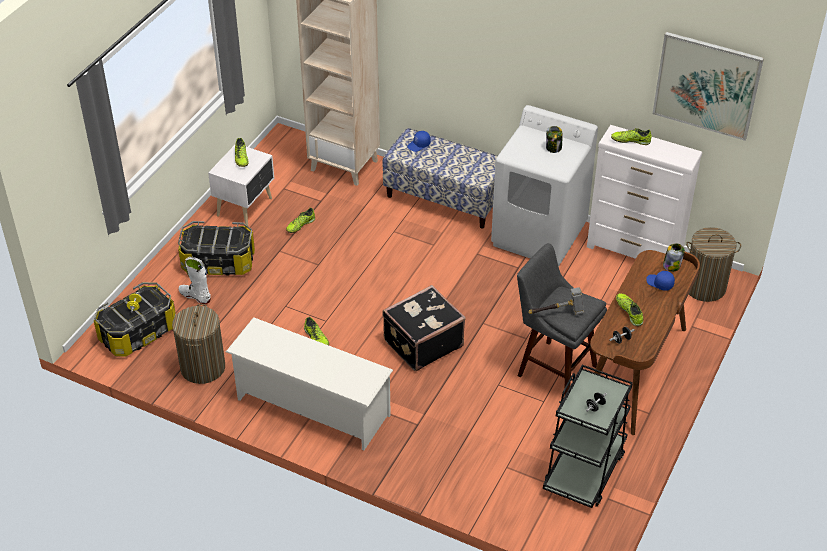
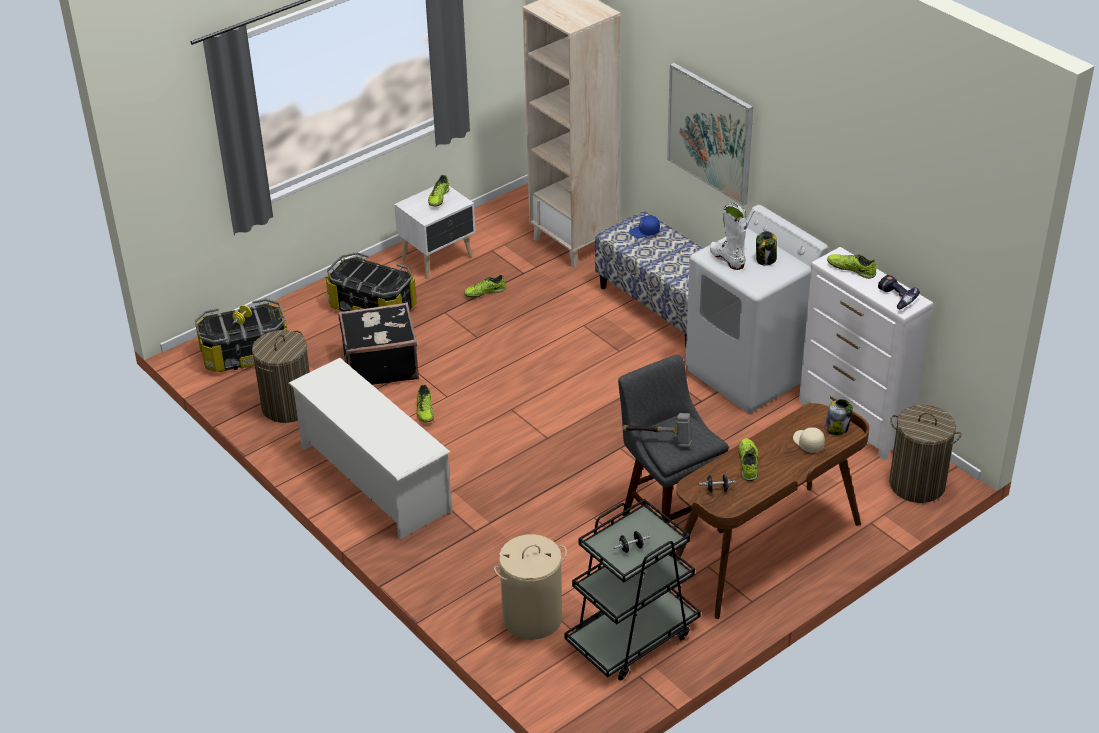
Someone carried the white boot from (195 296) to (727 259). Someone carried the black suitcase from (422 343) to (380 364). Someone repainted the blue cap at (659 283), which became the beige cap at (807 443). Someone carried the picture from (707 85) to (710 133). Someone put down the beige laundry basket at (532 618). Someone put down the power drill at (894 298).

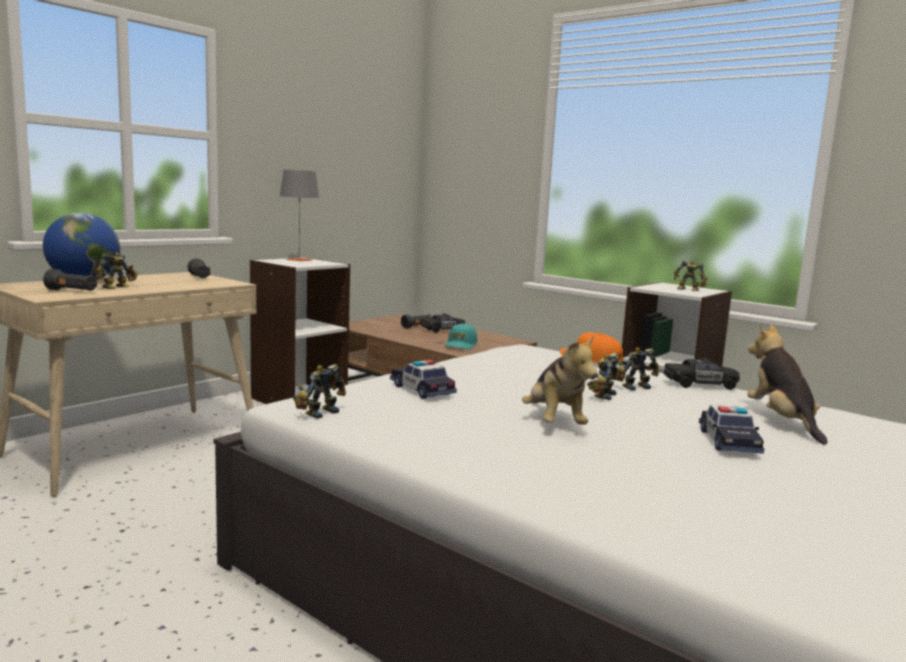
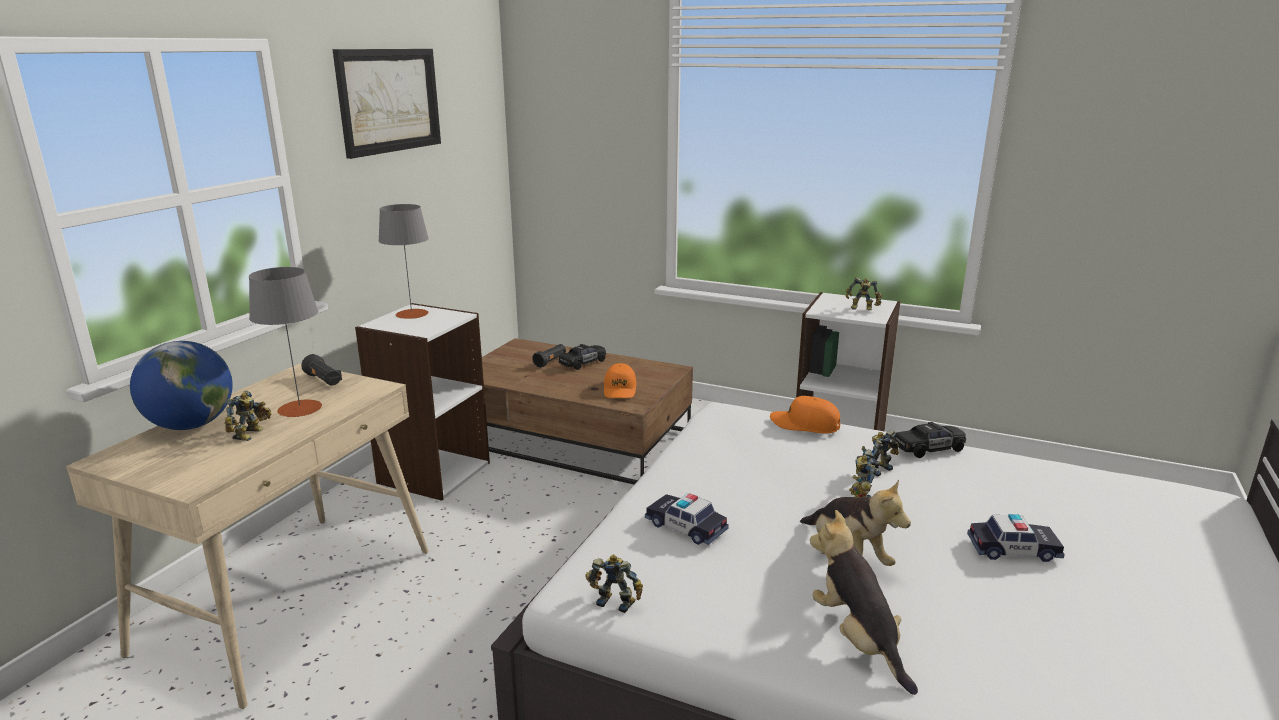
Someone took away the black flashlight at (72 291). Someone rotated the toy robot at (319 412) by 90 degrees clockwise. Someone repainted the turquoise cap at (461 345), which became the orange cap at (620 389). Someone rotated the toy car at (728 441) by 75 degrees counterclockwise. Someone carried the plush toy from (782 421) to (857 639). Someone put down the grey table lamp at (300 408). Someone put up the picture at (389 100).

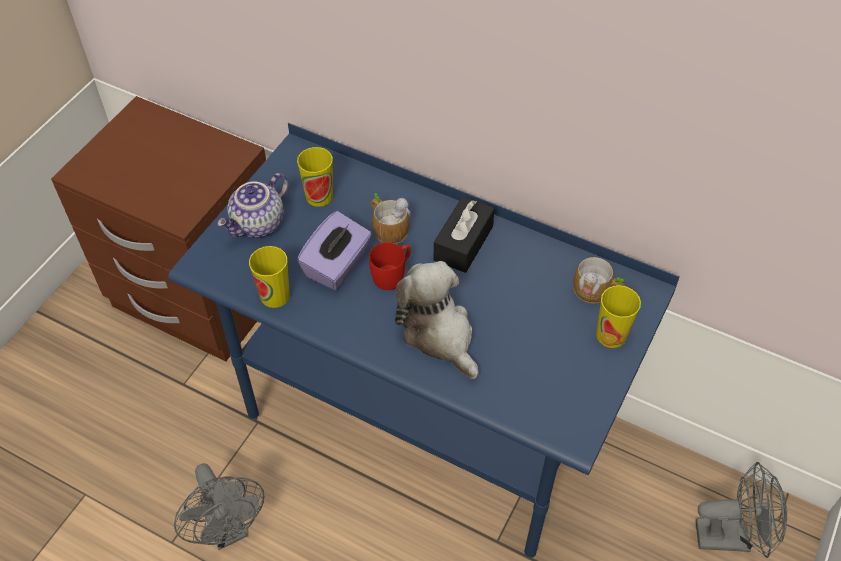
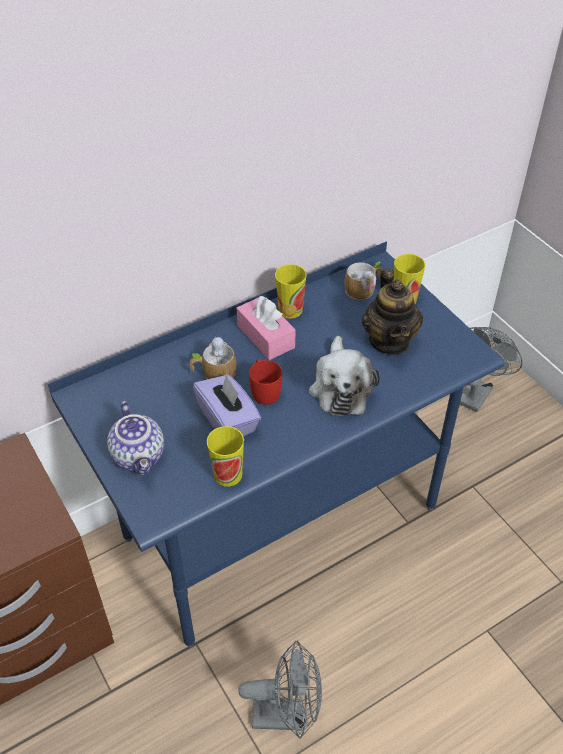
Someone carried the cup from (319 196) to (290 310). Someone rotated the plush toy at (439 333) by 90 degrees counterclockwise. Someone repainted the black tissue box at (463 243), which became the pink tissue box at (266 336). Someone put down the teapot at (390 341).

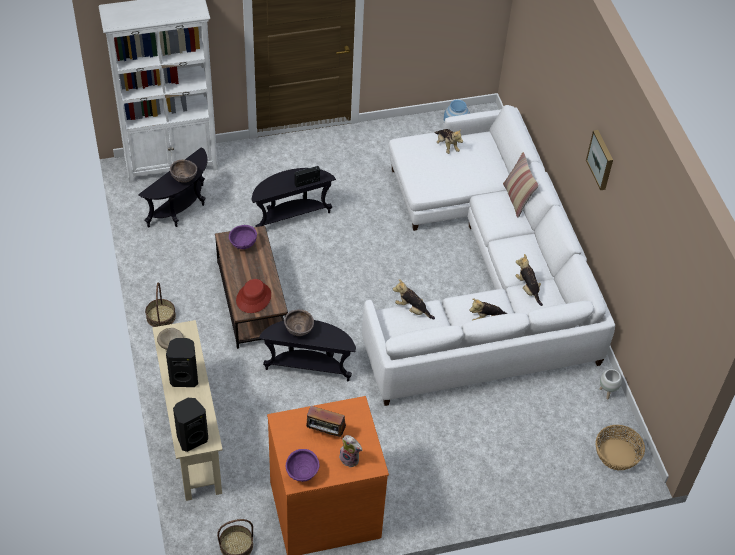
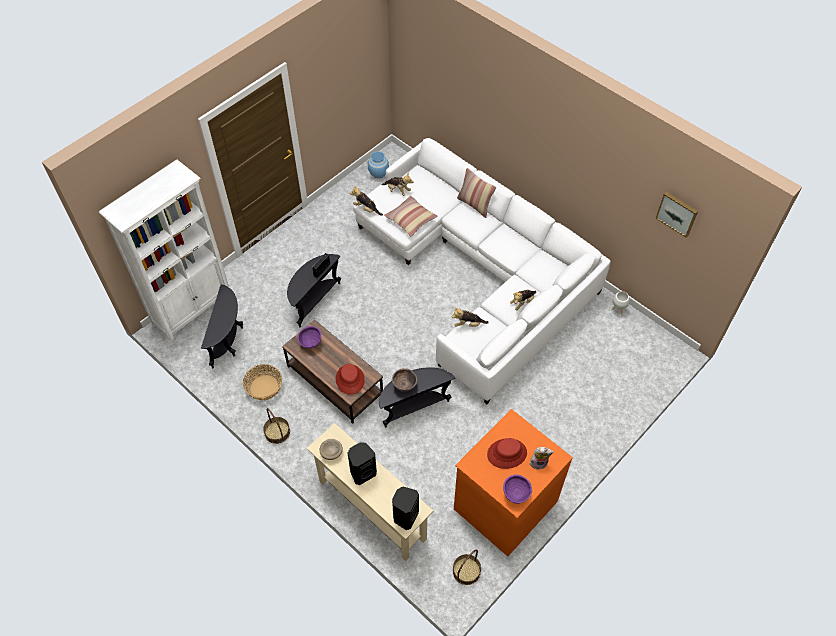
Someone took away the brown bowl at (184 179). Someone swapped the radio at (325 432) for the red hat at (506 453). Someone carried the plush toy from (528 289) to (366 209). Someone carried the picture from (601 159) to (677 213). Someone carried the basket from (617 454) to (264 387). Someone put down the pillow at (410 219).

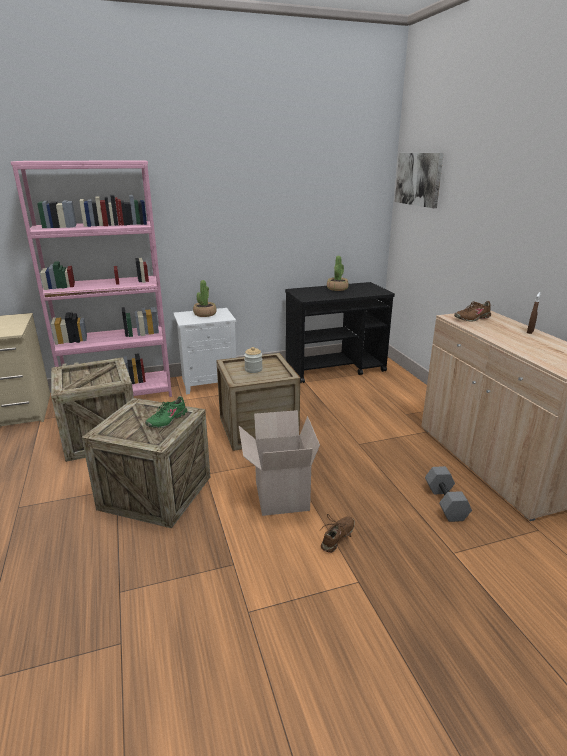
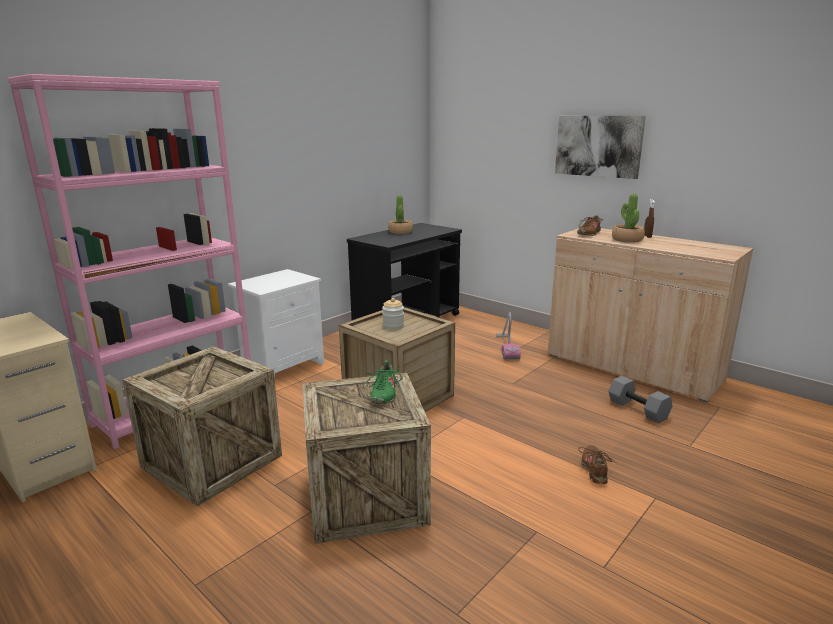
Someone carried the potted plant from (205 314) to (627 240). Someone took away the cardboard box at (279 495). Someone carried the picture from (418 179) to (598 146). Someone put down the vacuum cleaner at (507 347).

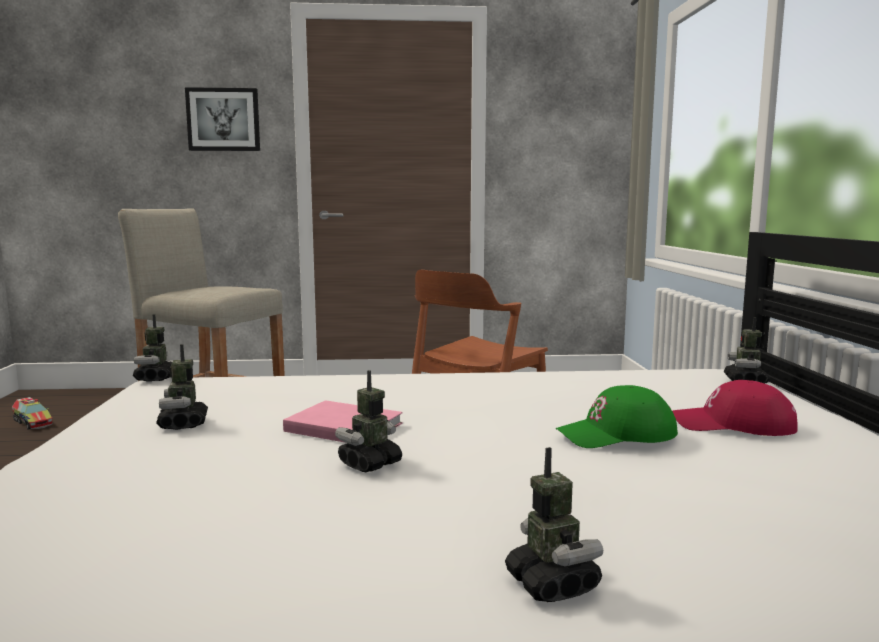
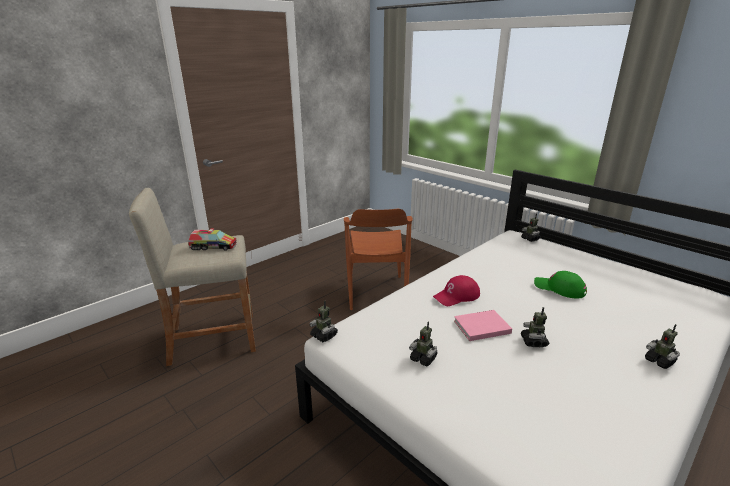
Someone carried the toy truck from (33 422) to (213 247). Someone took away the picture at (223 120). Someone rotated the toy robot at (552 584) by 150 degrees counterclockwise. Someone rotated the green cap at (617 434) by 90 degrees clockwise. Someone carried the red cap from (733 425) to (457 296).

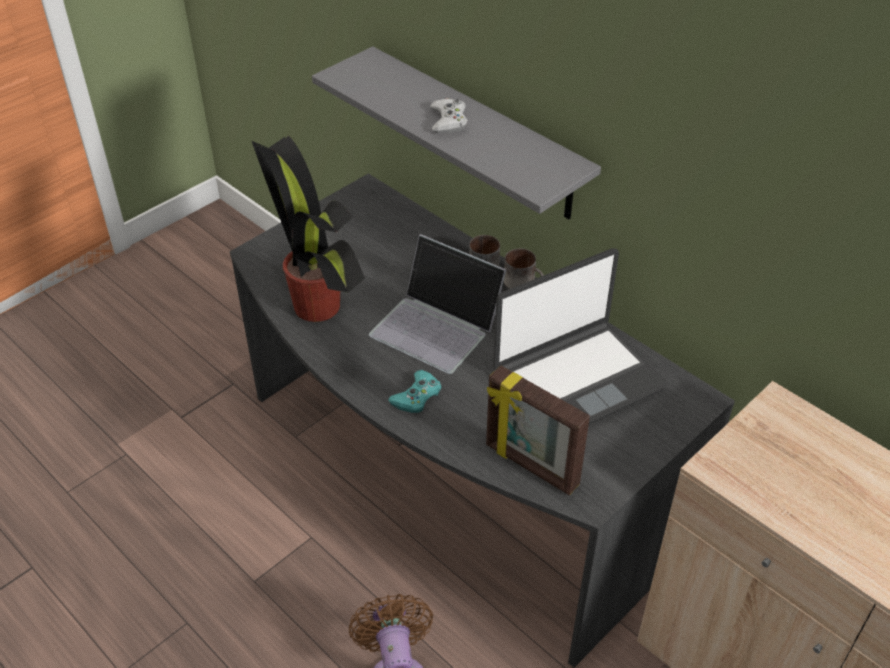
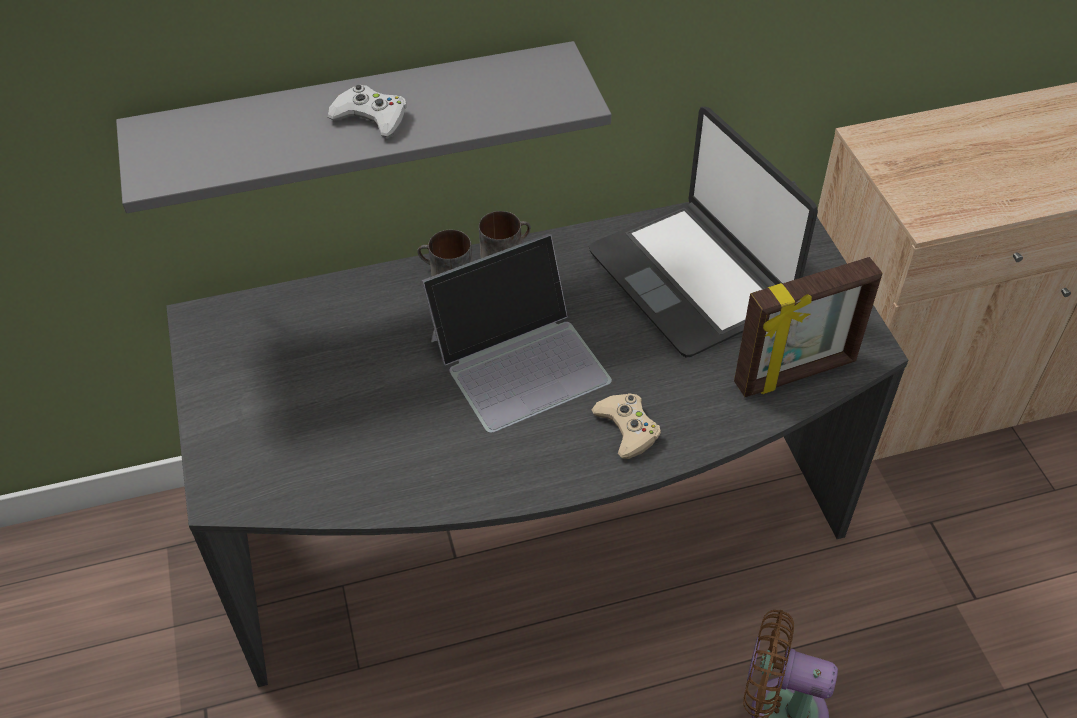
Someone took away the potted plant at (318 308). Someone repainted the turquoise game controller at (417 396), which became the beige game controller at (627 429). Someone rotated the laptop at (577 379) by 150 degrees clockwise.

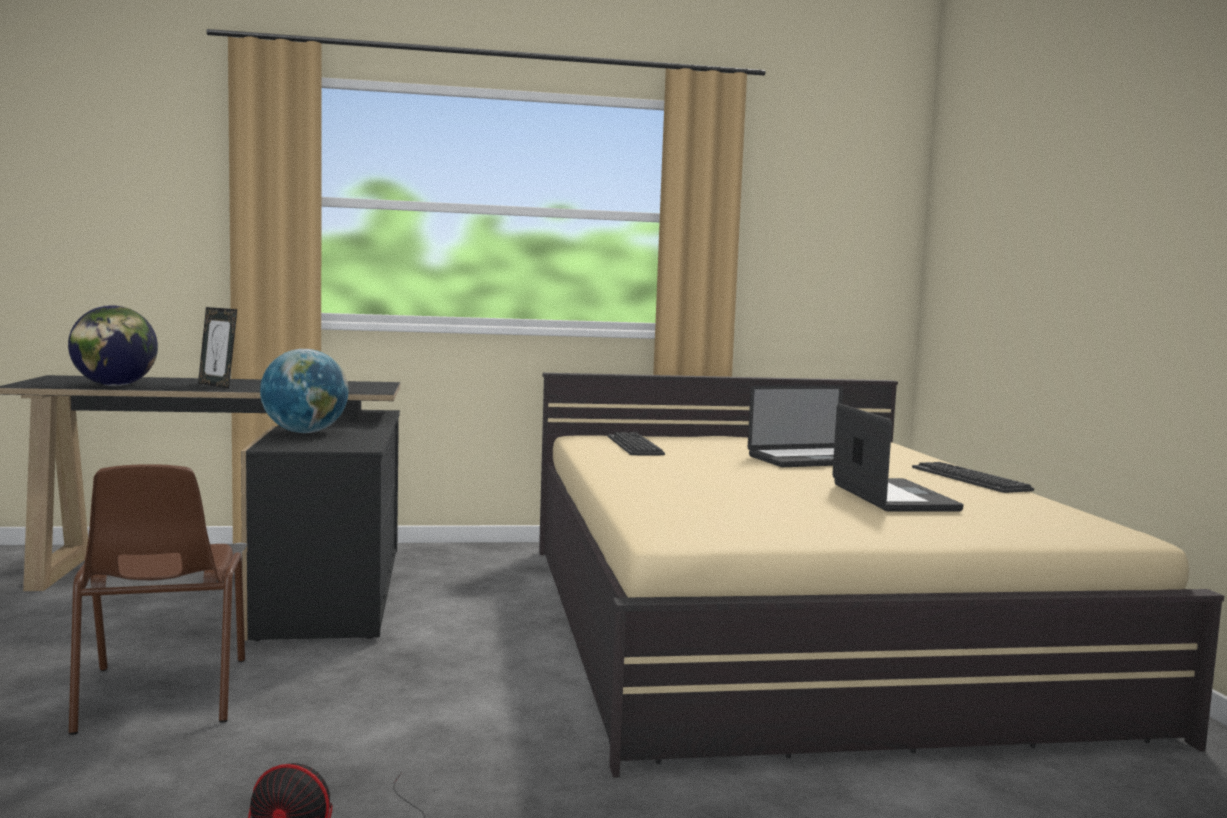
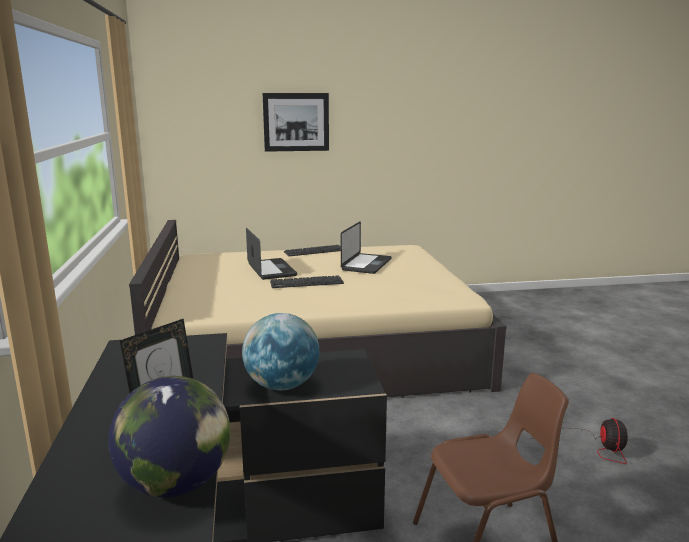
Someone carried the keyboard from (634 446) to (306 283). Someone rotated the laptop at (893 497) by 120 degrees clockwise. Someone put up the picture at (296 122).

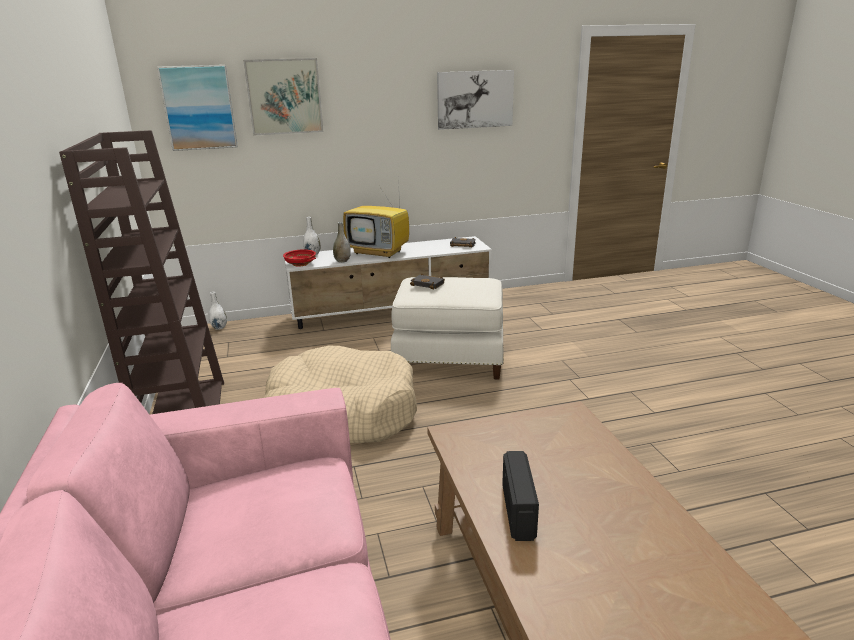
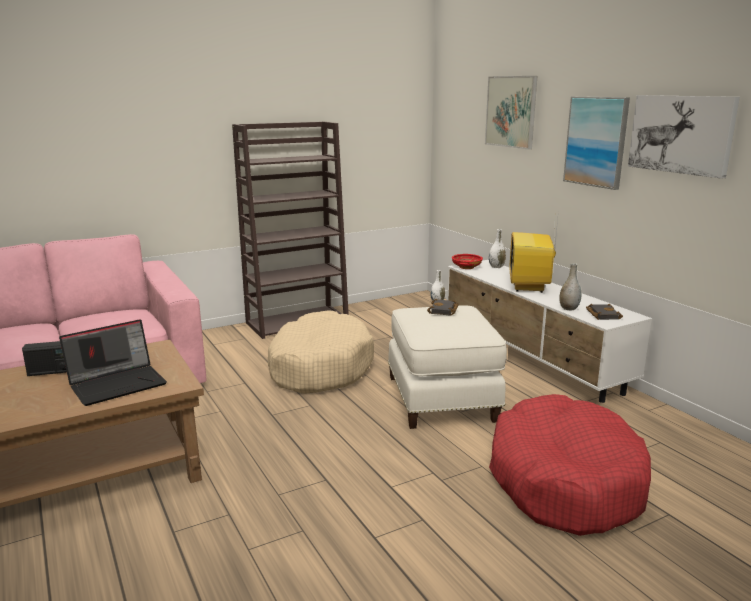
Someone carried the picture from (199 108) to (596 141). Someone carried the grey vase from (342 261) to (569 308). Someone put down the laptop at (118 383). Someone put down the red dog bed at (564 480).

